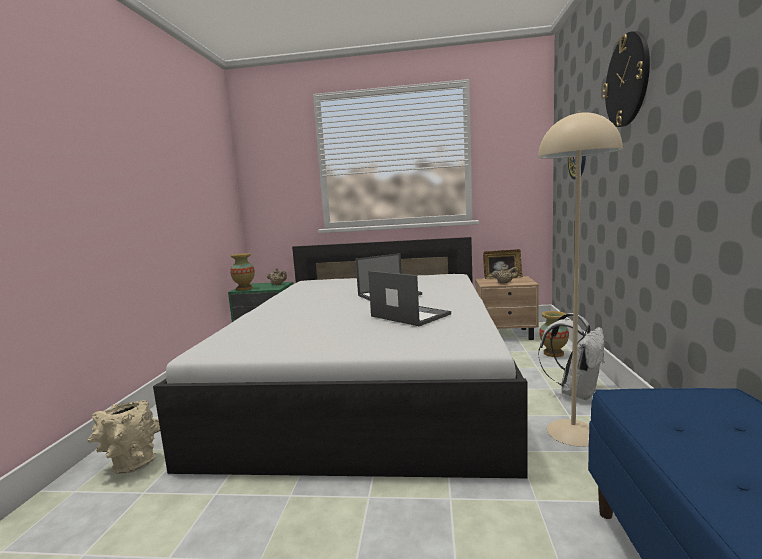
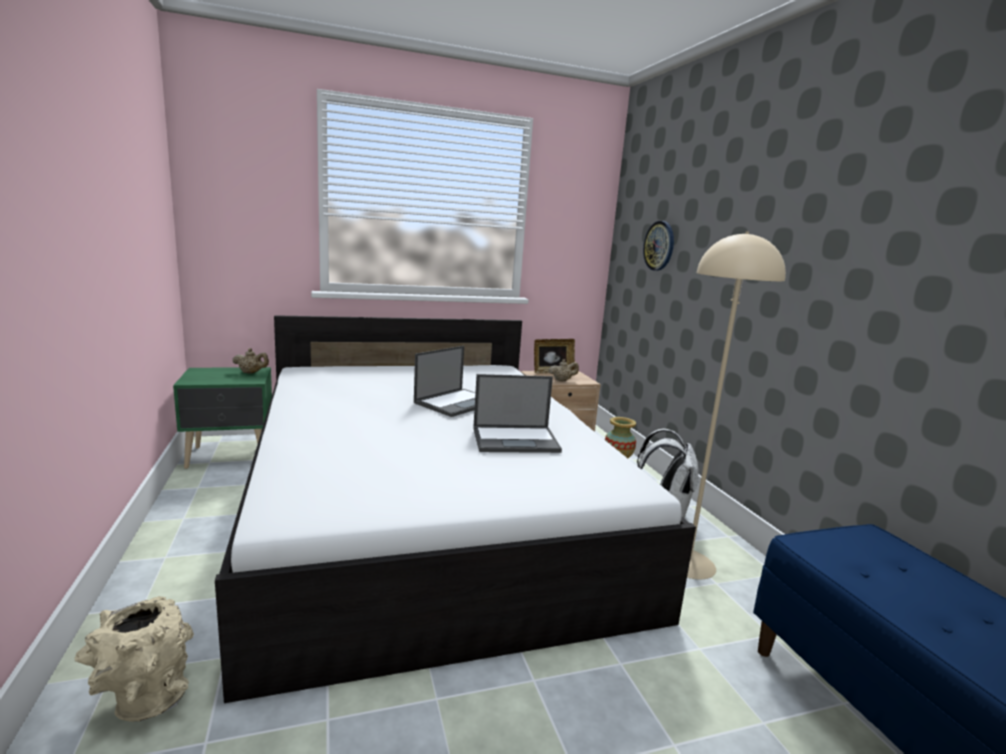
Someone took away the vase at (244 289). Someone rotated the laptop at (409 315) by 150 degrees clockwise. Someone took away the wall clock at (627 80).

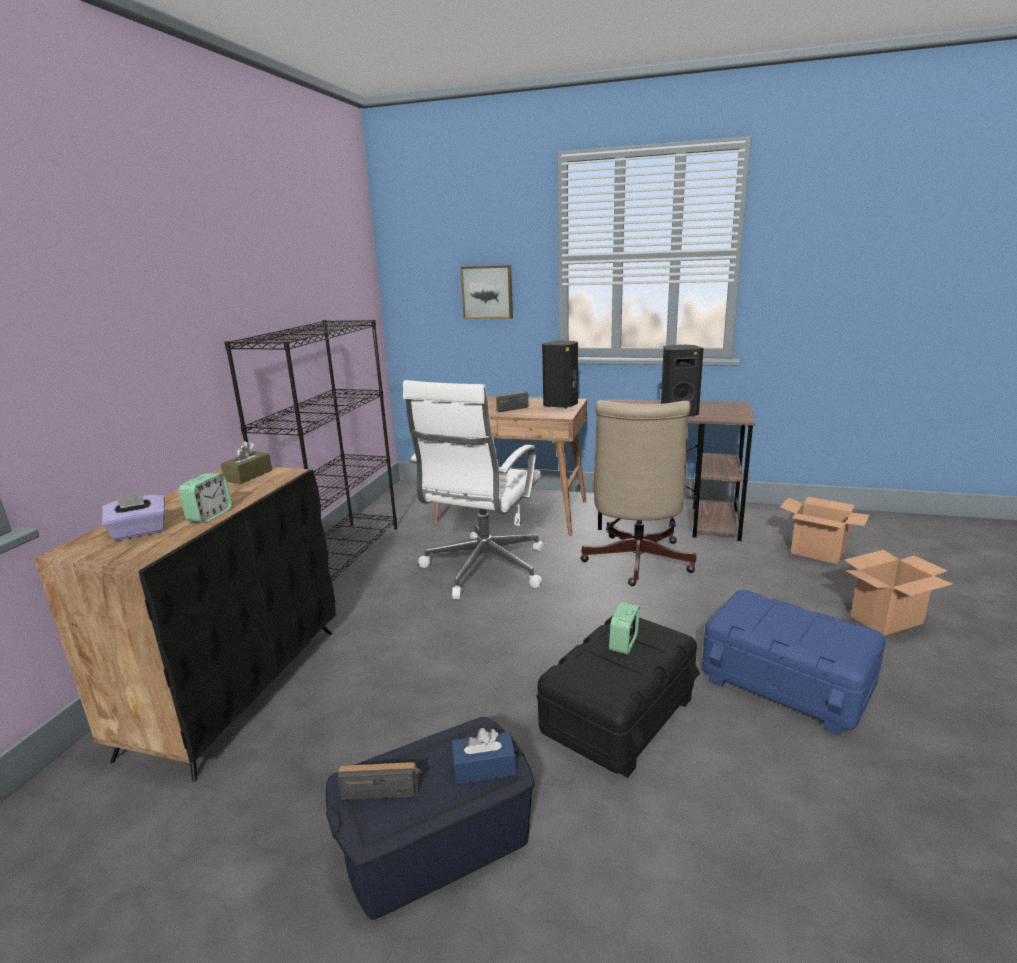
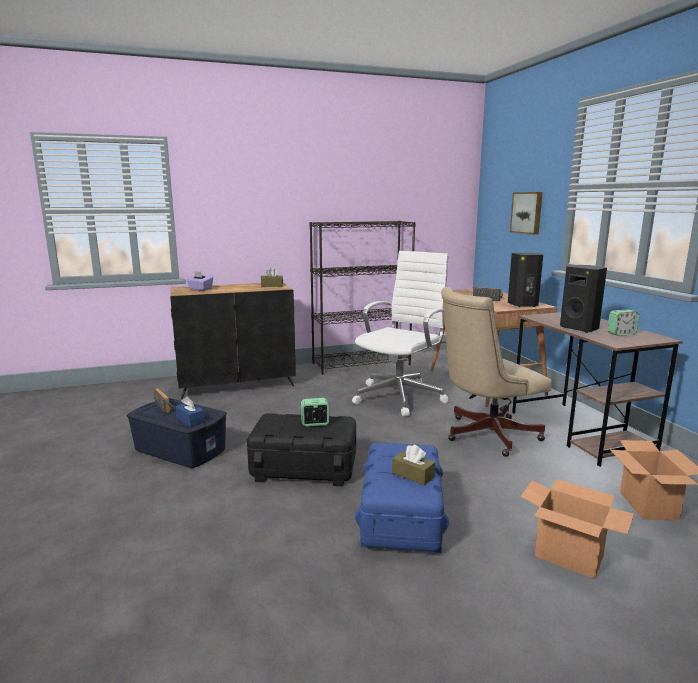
Someone carried the alarm clock from (210 516) to (621 334). Someone rotated the white office chair at (483 569) by 135 degrees clockwise. Someone put down the brown tissue box at (413 475).

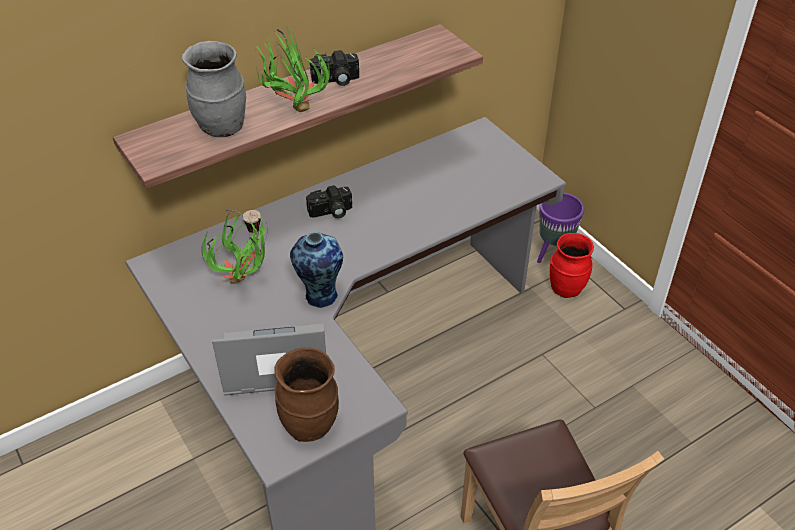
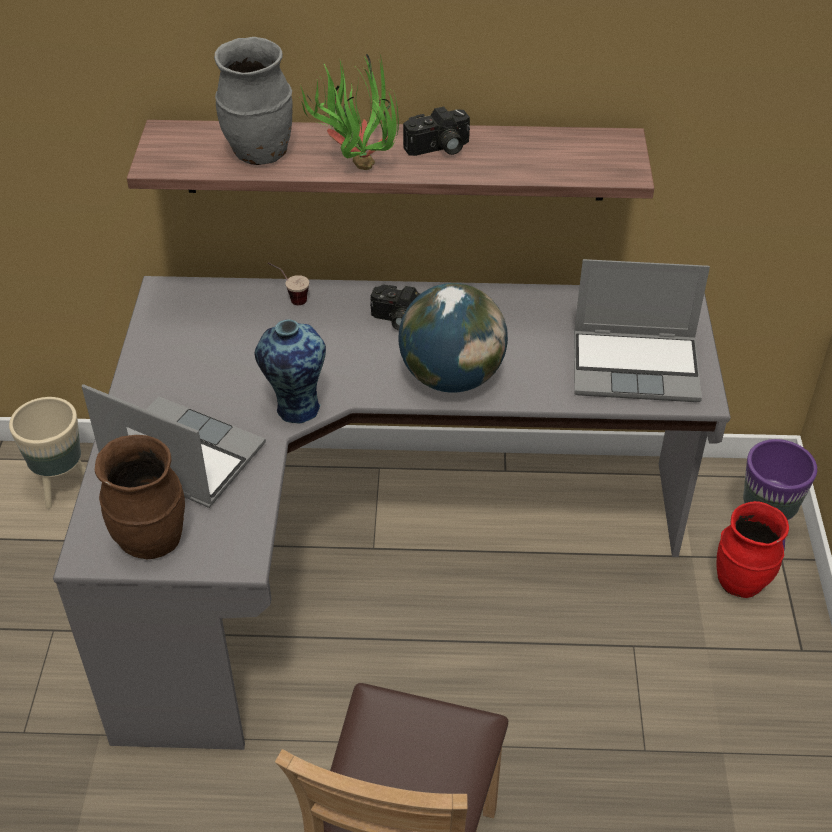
Someone took away the potted plant at (246 282). Someone rotated the photo camera at (335 80) by 45 degrees counterclockwise. Someone put down the beige planter at (63 486). Someone put down the globe at (450 378). Someone put down the laptop at (637 367).

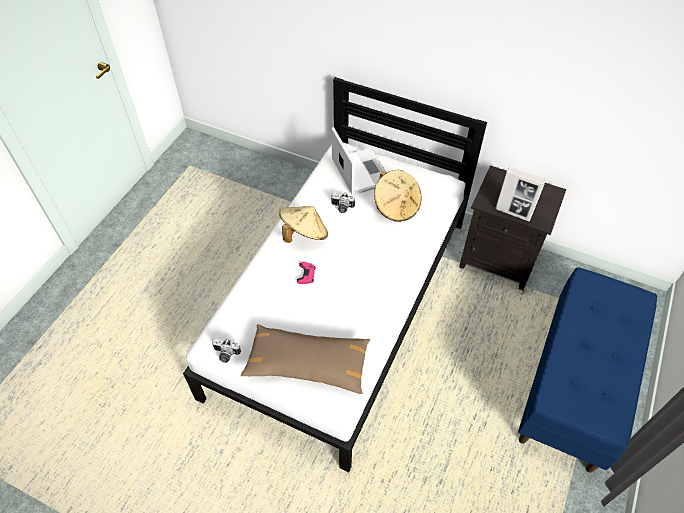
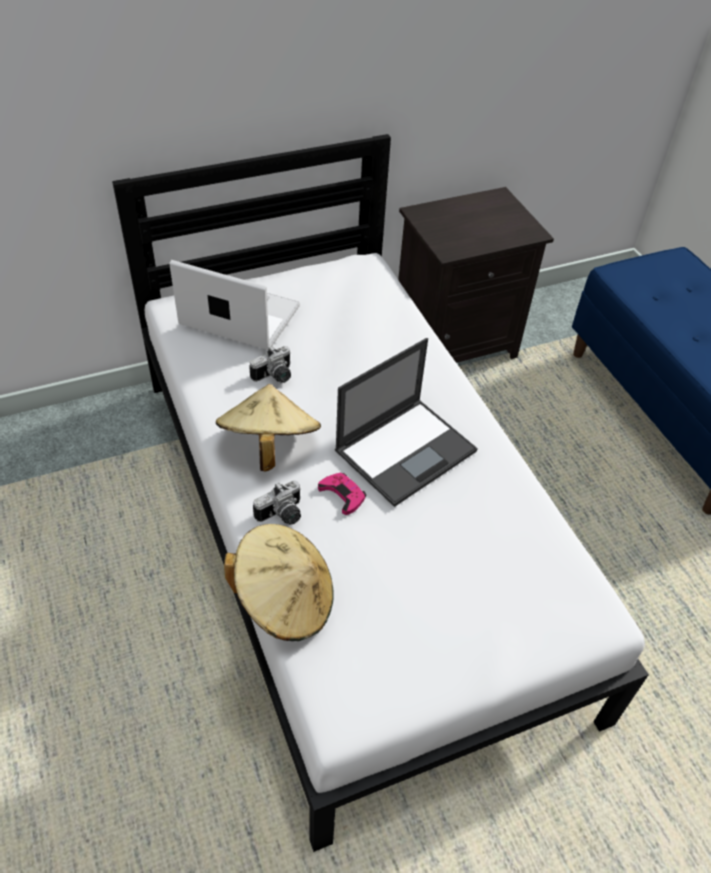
Someone carried the photo camera from (225 354) to (282 515). Someone took away the brown pillow at (307 363). Someone carried the beige hat from (396 206) to (285 600). Someone took away the picture frame at (513 213). Someone put down the laptop at (406 450).

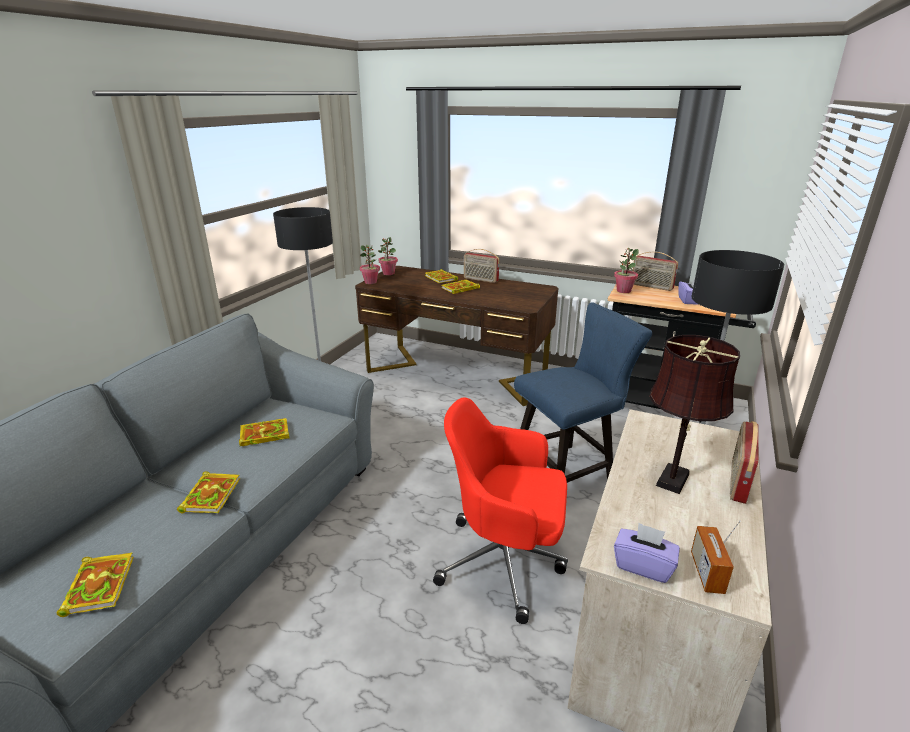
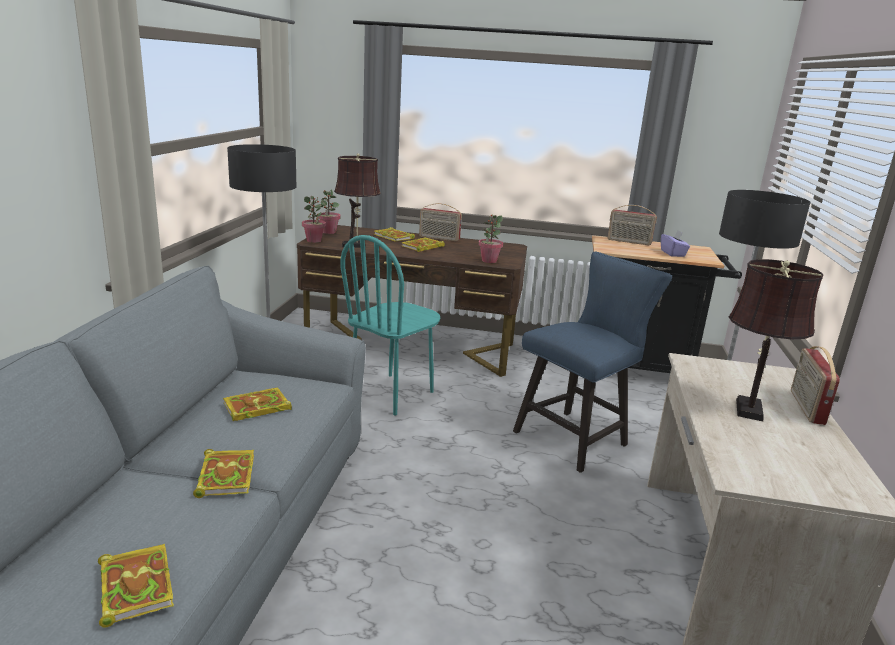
Someone took away the red office chair at (504 562). Someone carried the potted plant from (623 291) to (489 261). Someone took away the purple tissue box at (643 565). Someone took away the radio at (706 573). Someone put down the brown table lamp at (356 246). Someone put down the turquoise chair at (391 393).

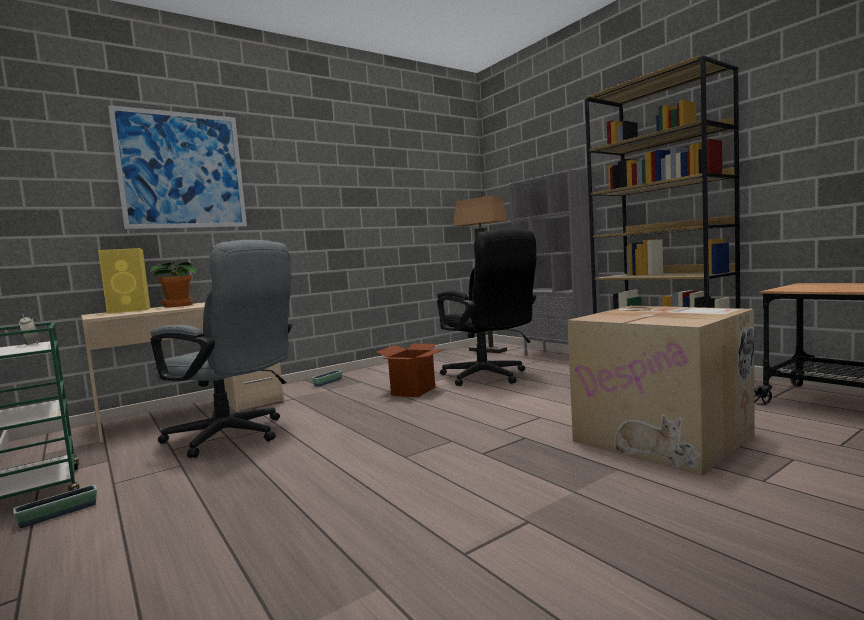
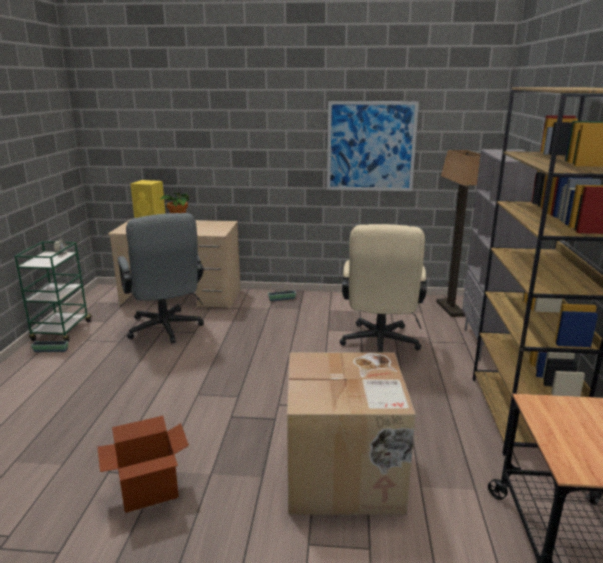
Someone carried the picture from (182 170) to (371 146). Someone carried the cardboard box from (413 391) to (148 491). Someone repainted the black office chair at (489 377), which became the beige office chair at (379 345).

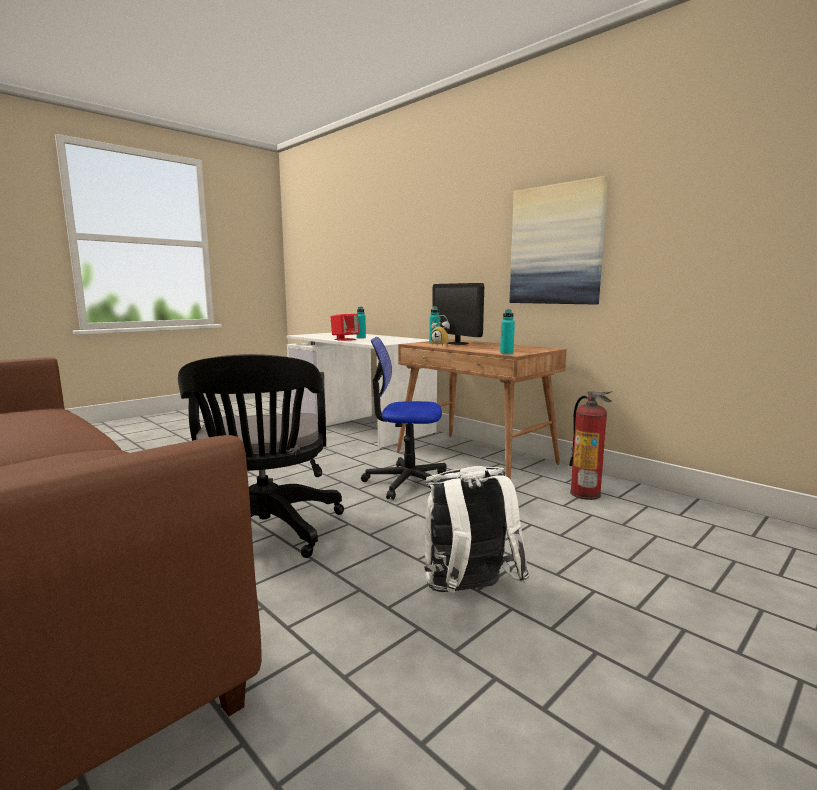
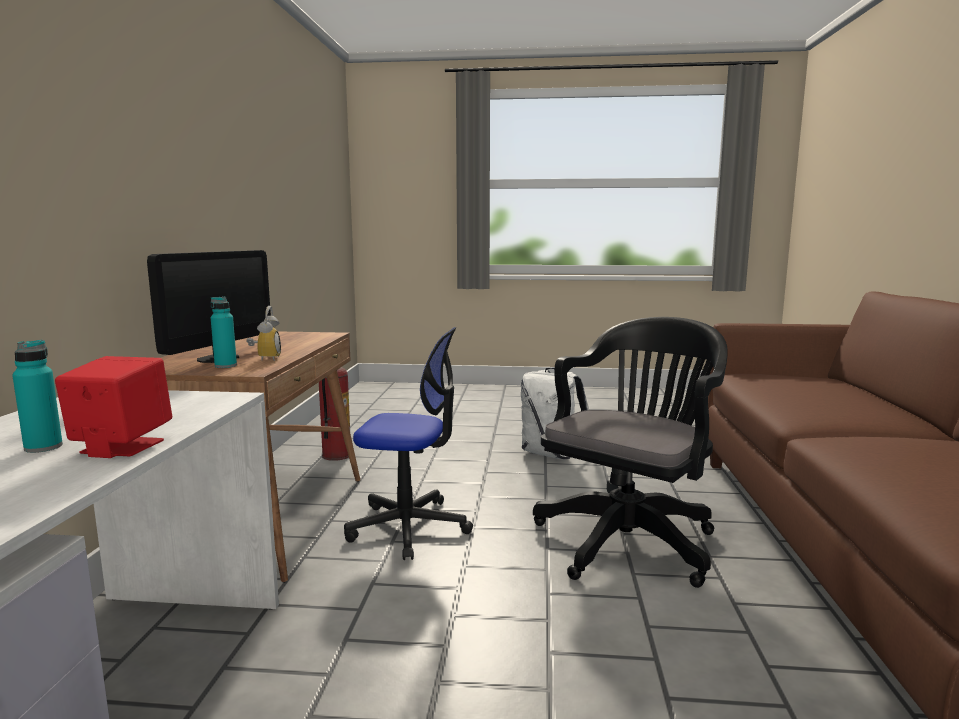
Someone rotated the office chair at (407 482) by 45 degrees counterclockwise. Someone took away the turquoise bottle at (506 353). Someone took away the picture at (556 245).

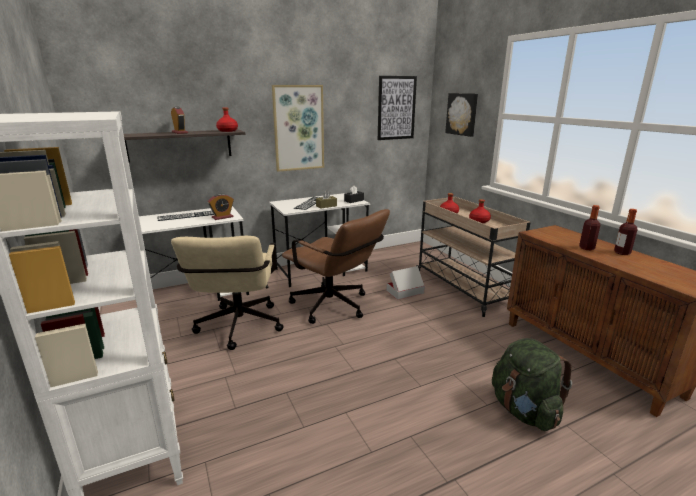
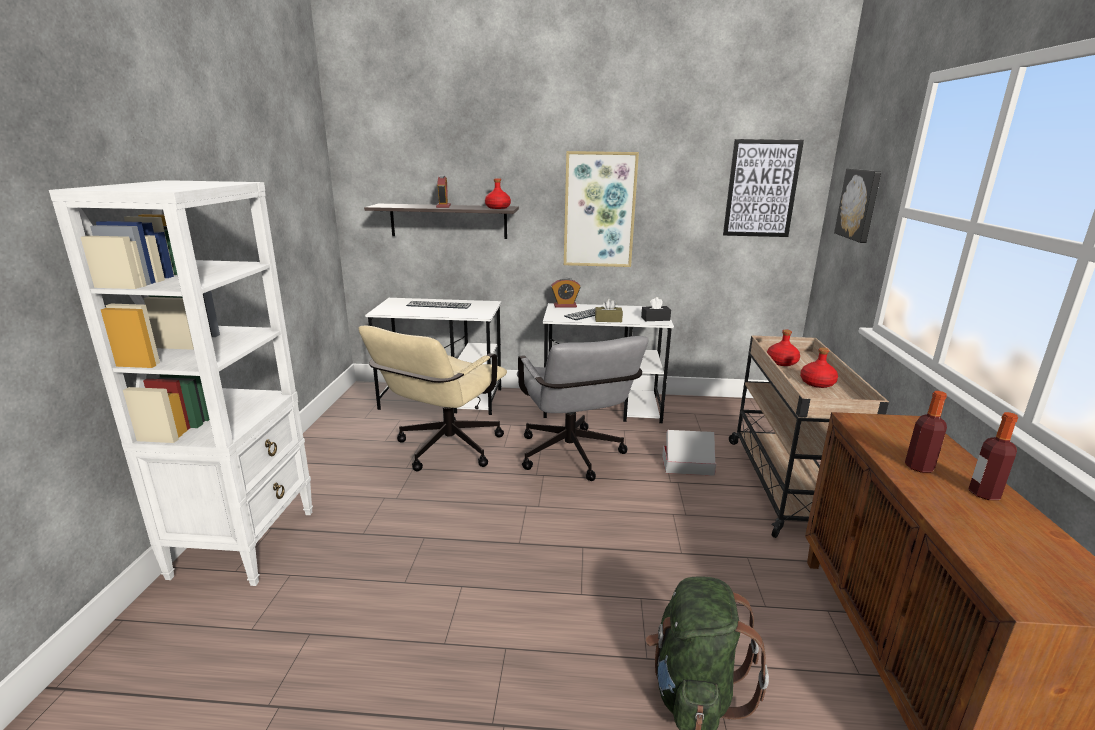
Someone carried the alarm clock from (222 217) to (565 306). Someone repainted the brown office chair at (335 307), which became the grey office chair at (573 458).

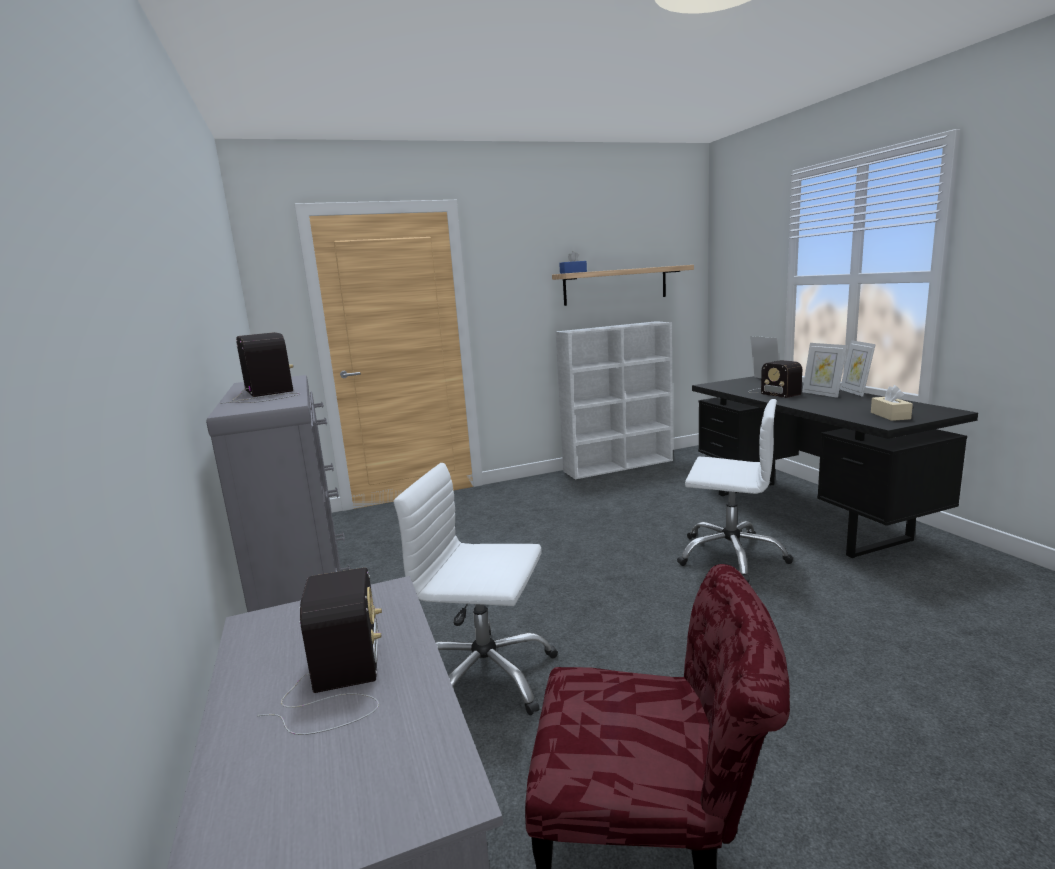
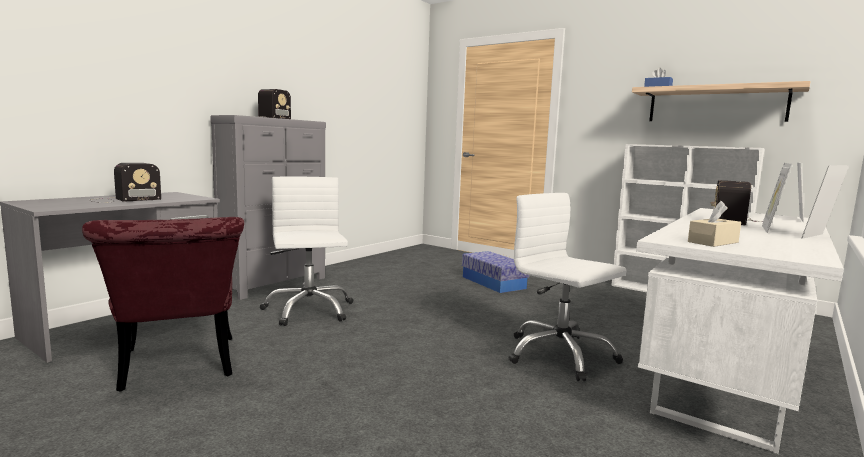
Someone rotated the white office chair at (731 555) by 150 degrees clockwise. Someone repainted the black desk at (806 515), which became the white desk at (727 382). Someone put down the storage box at (493 282).

